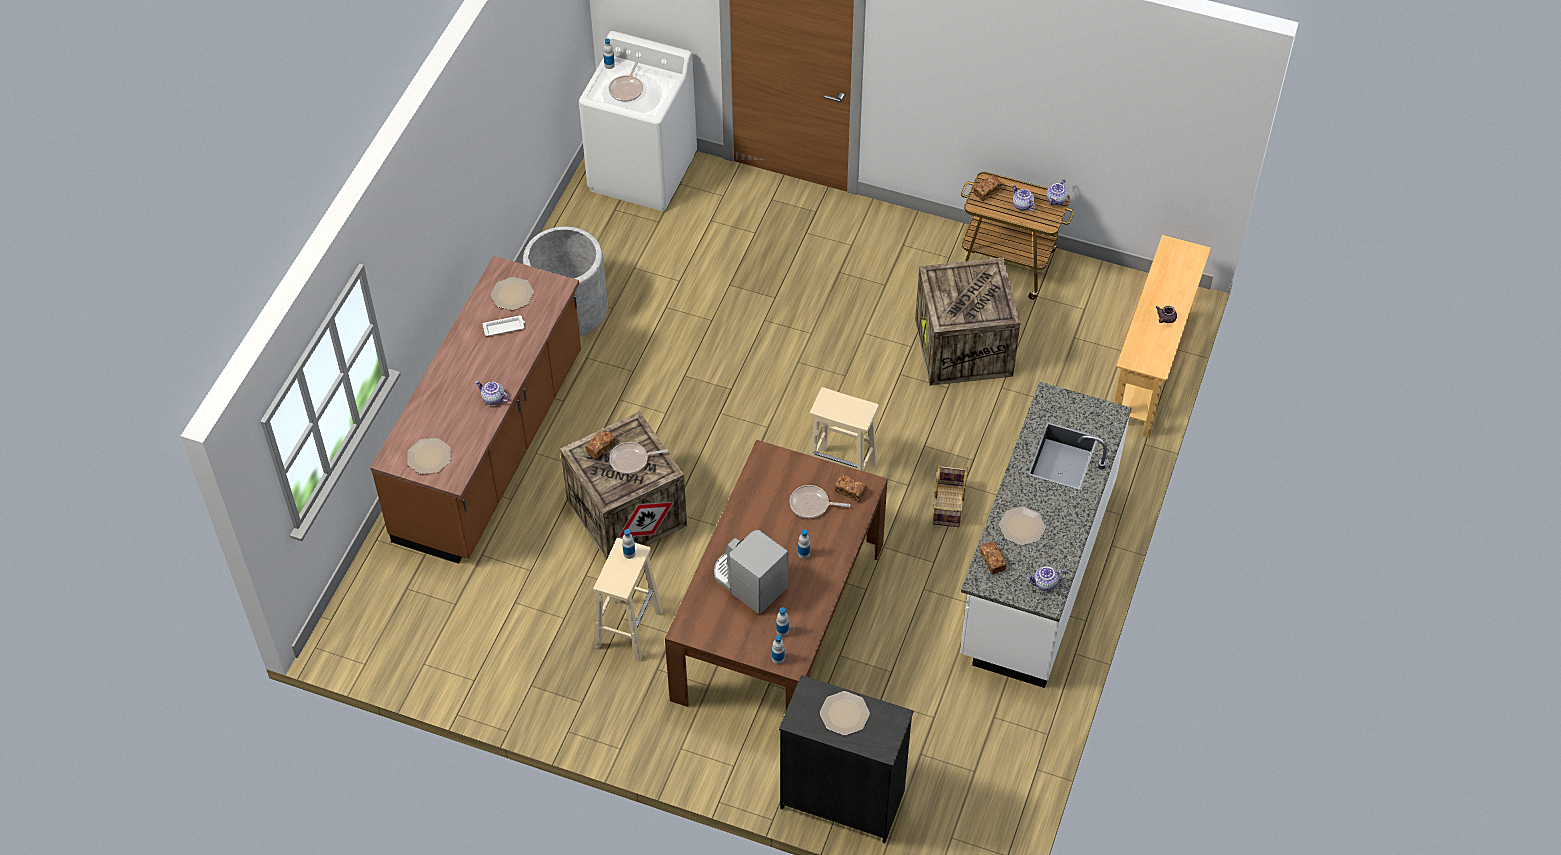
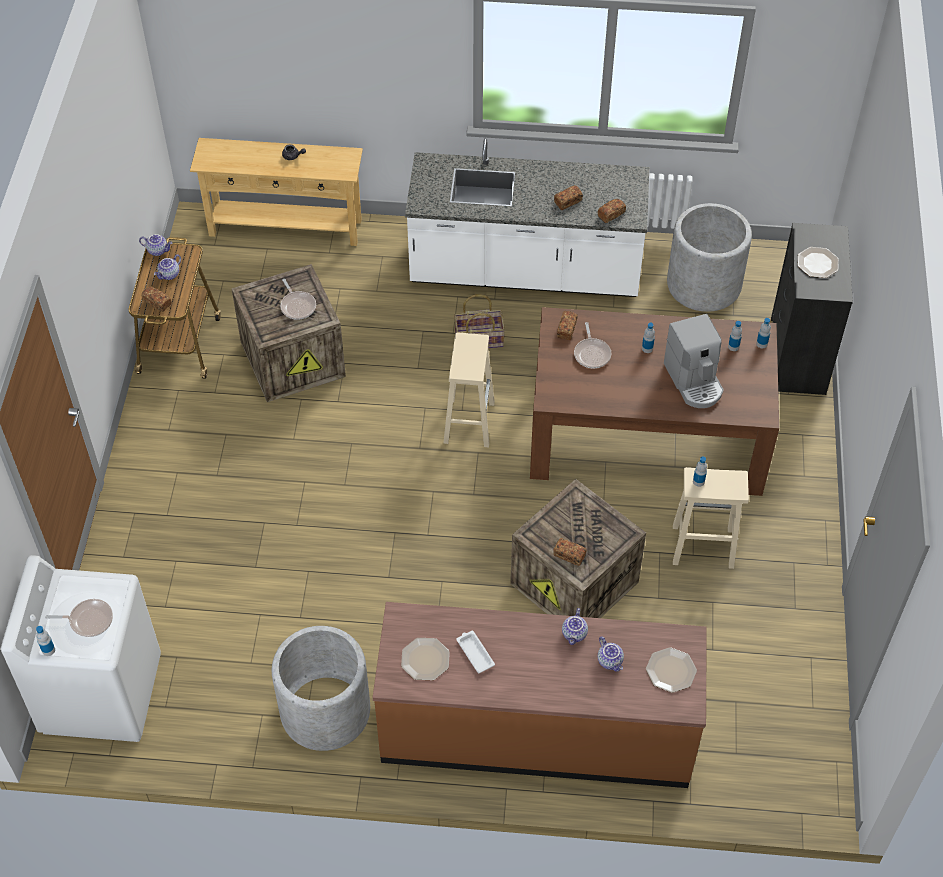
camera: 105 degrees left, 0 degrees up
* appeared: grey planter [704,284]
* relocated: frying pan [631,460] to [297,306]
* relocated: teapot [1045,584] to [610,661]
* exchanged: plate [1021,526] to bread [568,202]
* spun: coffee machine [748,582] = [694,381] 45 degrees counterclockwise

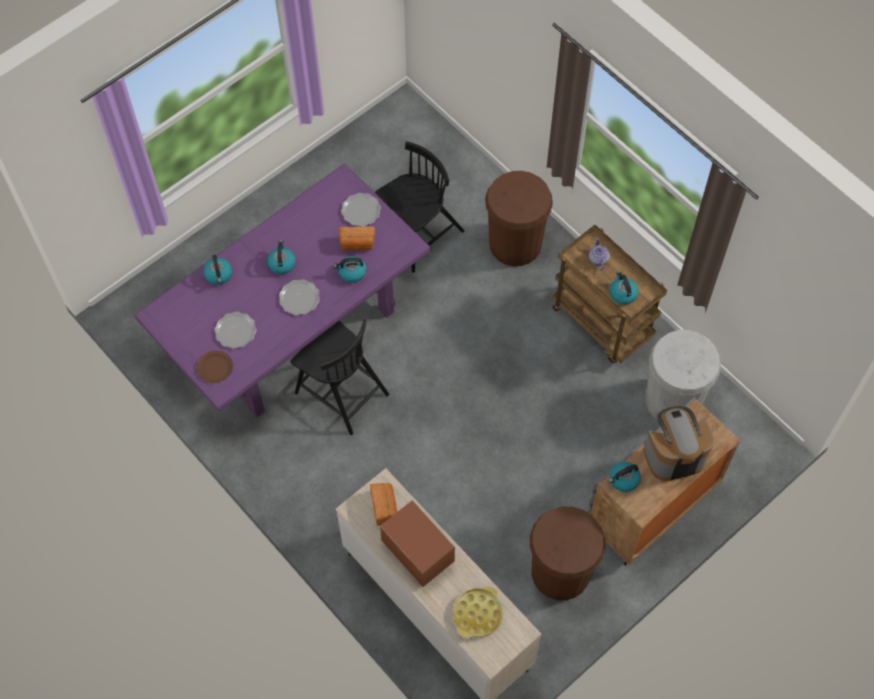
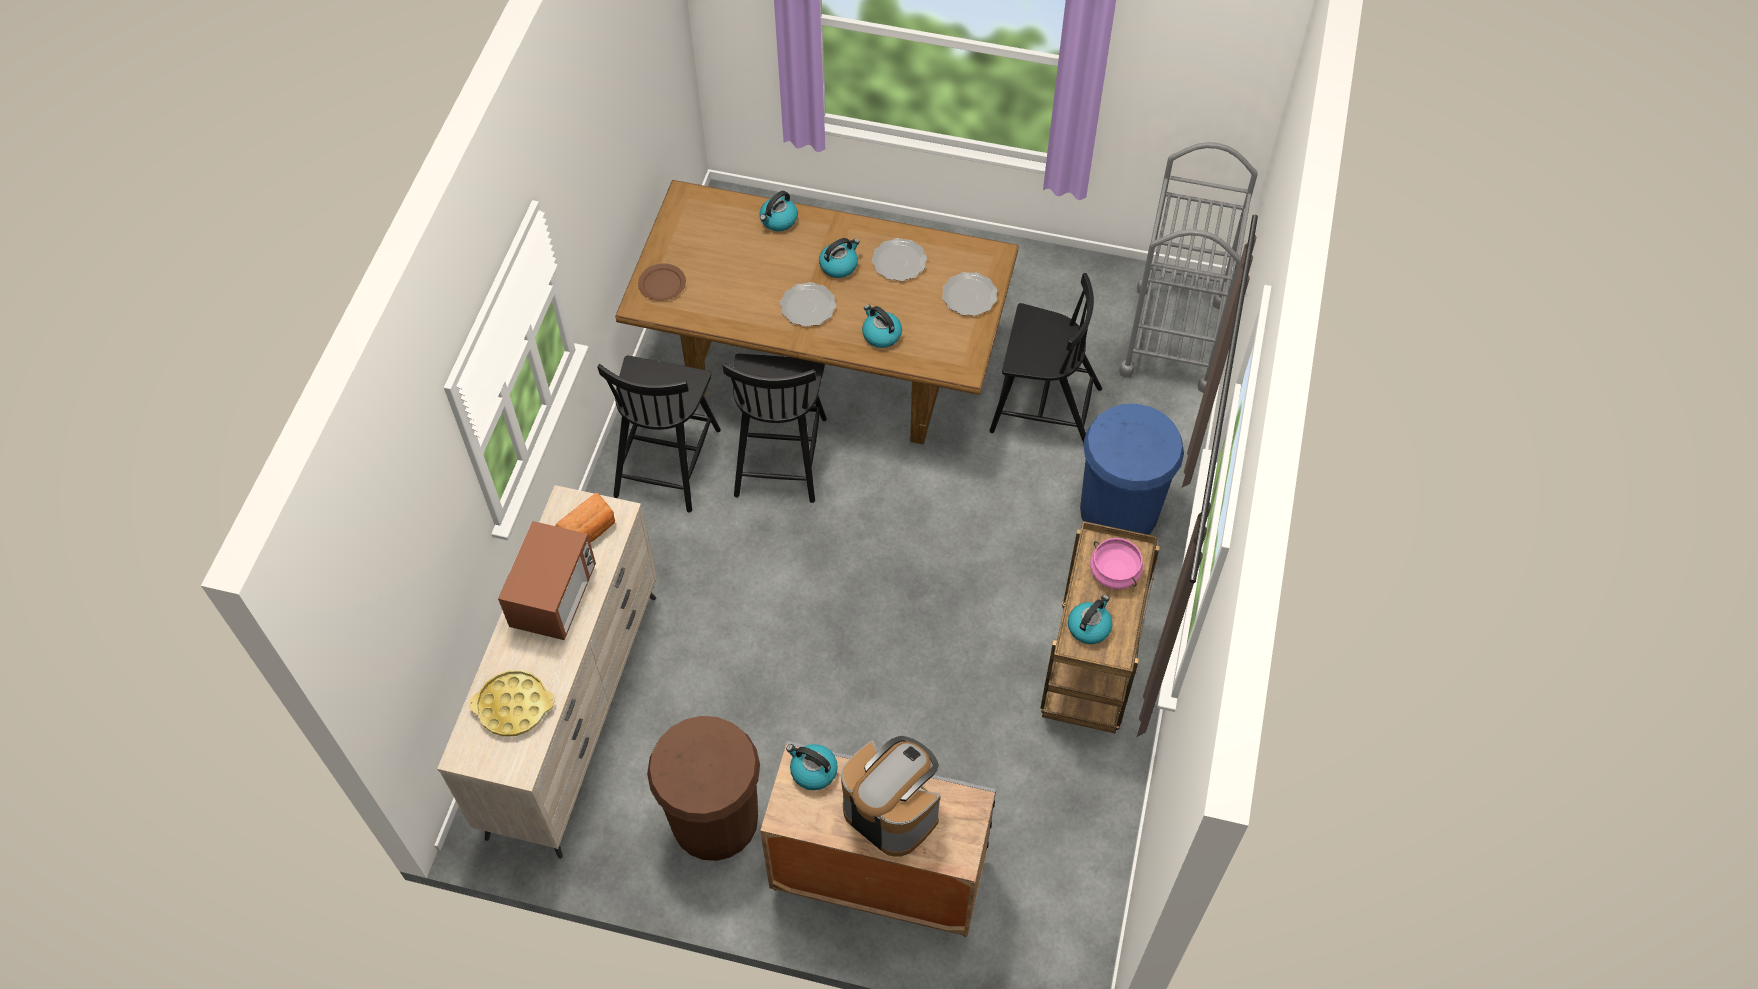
camera: 55 degrees right, 5 degrees down
* missing: bread [357,244]
* missing: white trash can [673,399]
* appeared: black chair [667,460]
* appeared: grey cart [1173,337]
* relocated: plate [235,331] to [898,261]
* exchanged: teapot [598,260] to pink cooking pot [1114,572]
* colour: purple dining table [293,327] to brown dining table [825,363]
* colour: brown trash can [515,243] to blue trash can [1118,511]

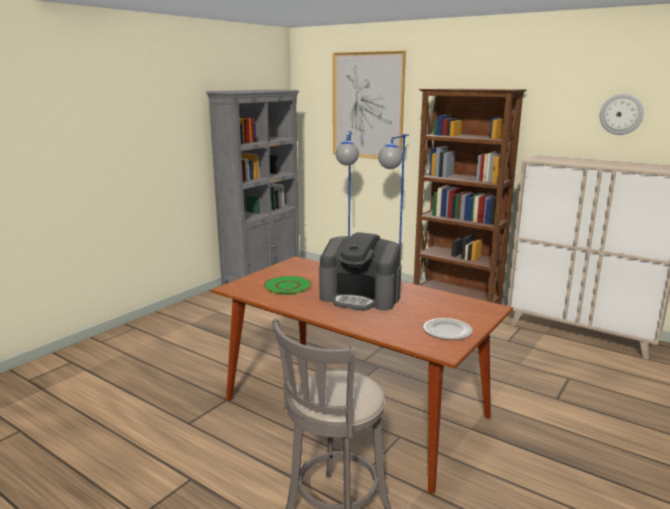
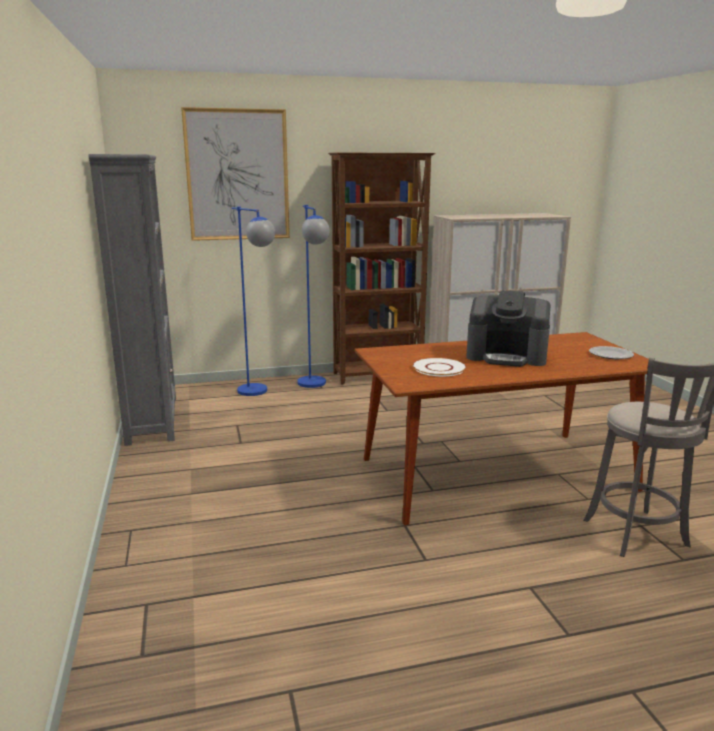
camera: 50 degrees left, 0 degrees up
* missing: wall clock [621,114]
* colour: green plate [287,286] to white plate [439,368]
* spun: coffee machine [360,297] = [507,356] 45 degrees clockwise

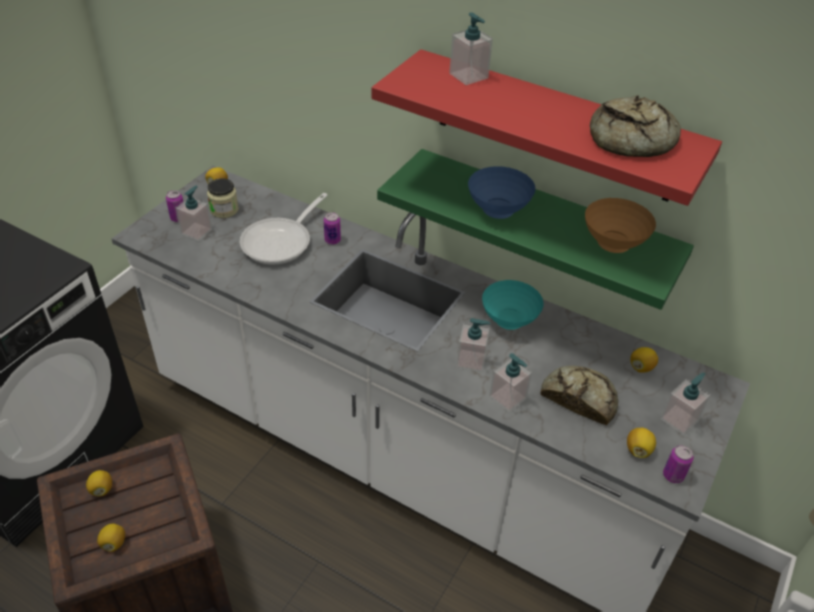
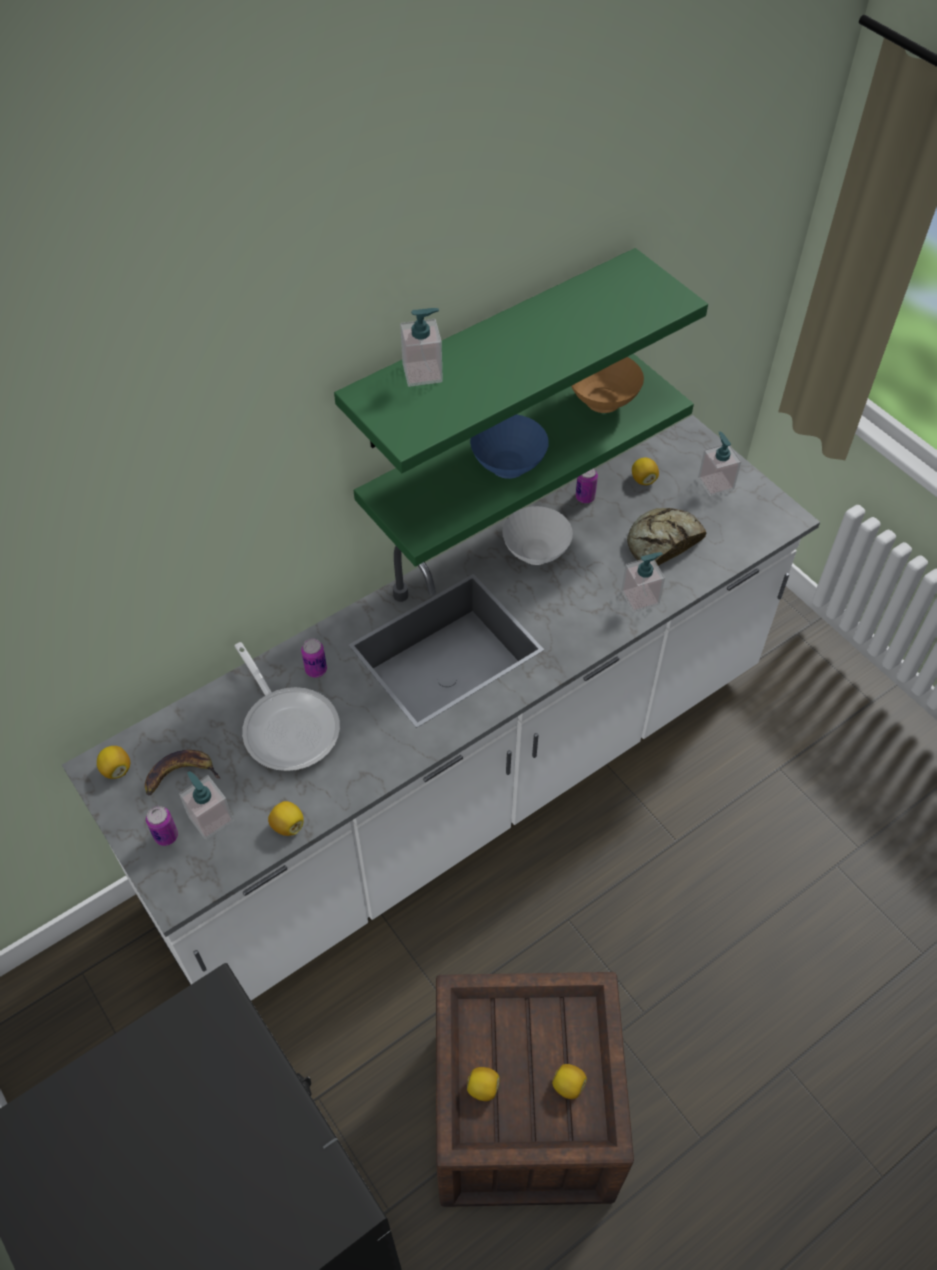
camera: 65 degrees left, 10 degrees up
* missing: soap dispenser [471,361]
* missing: bread [631,140]
* relocated: lemon [638,450] to [287,825]
* relocated: can [673,475] to [585,497]
* exchanged: jar [224,210] to banana [181,774]
* colour: red shelf [554,126] to green shelf [491,351]
* colour: turquoise bowl [508,321] to white bowl [536,555]

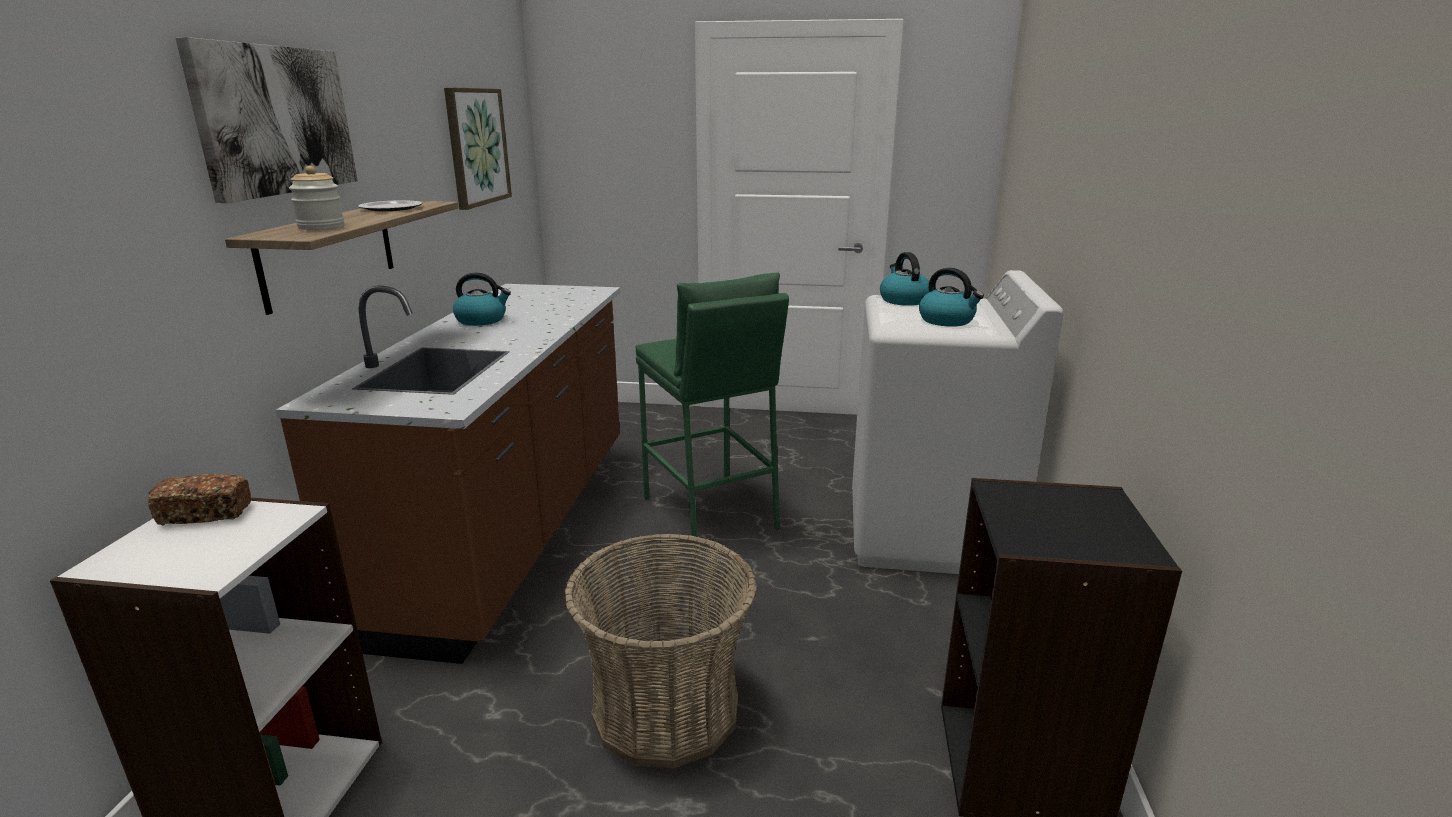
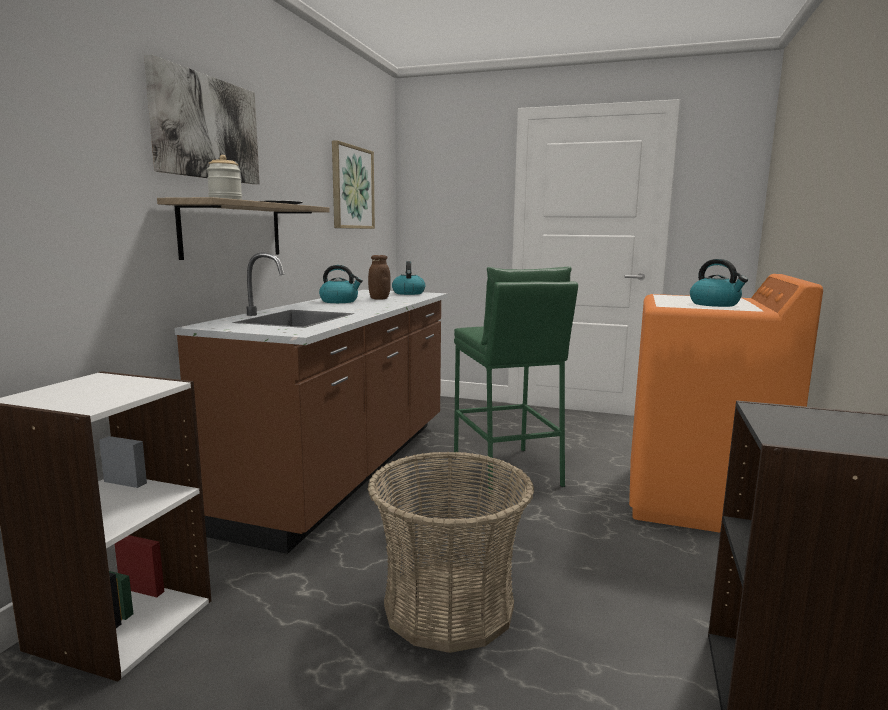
camera: 10 degrees right, 10 degrees down
* missing: bread [206,514]
* appeared: brown jar [379,298]
* relocated: kettle [903,300] to [408,293]
* colour: white washing machine [928,533] to orange washing machine [699,501]

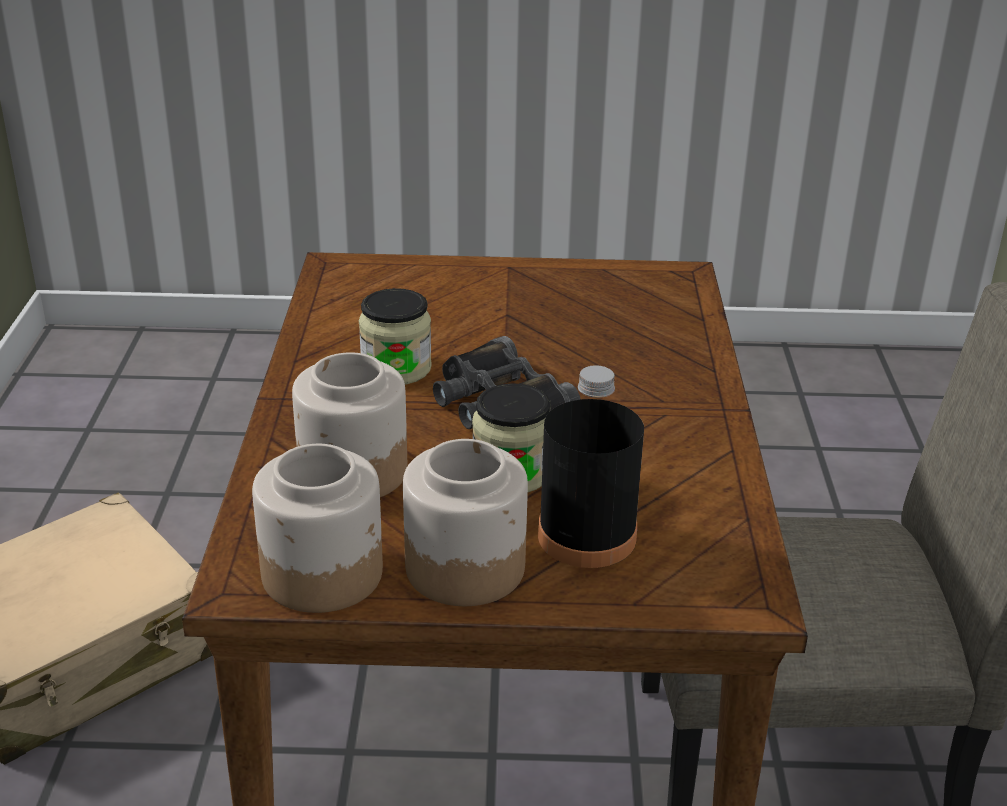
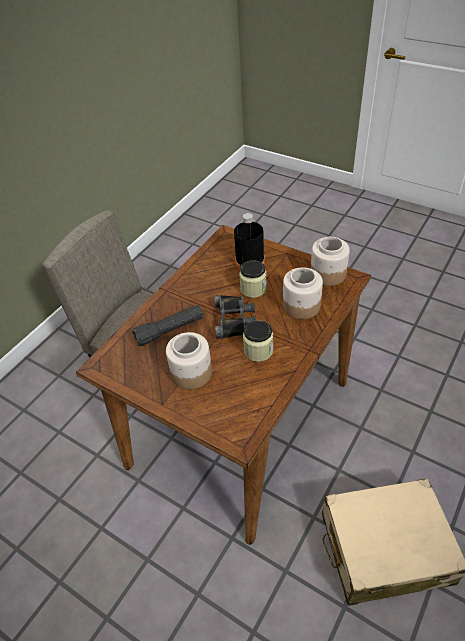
camera: 145 degrees left, 15 degrees up
* appeared: black flashlight [170,330]
* relocated: jar [465,567] to [191,373]

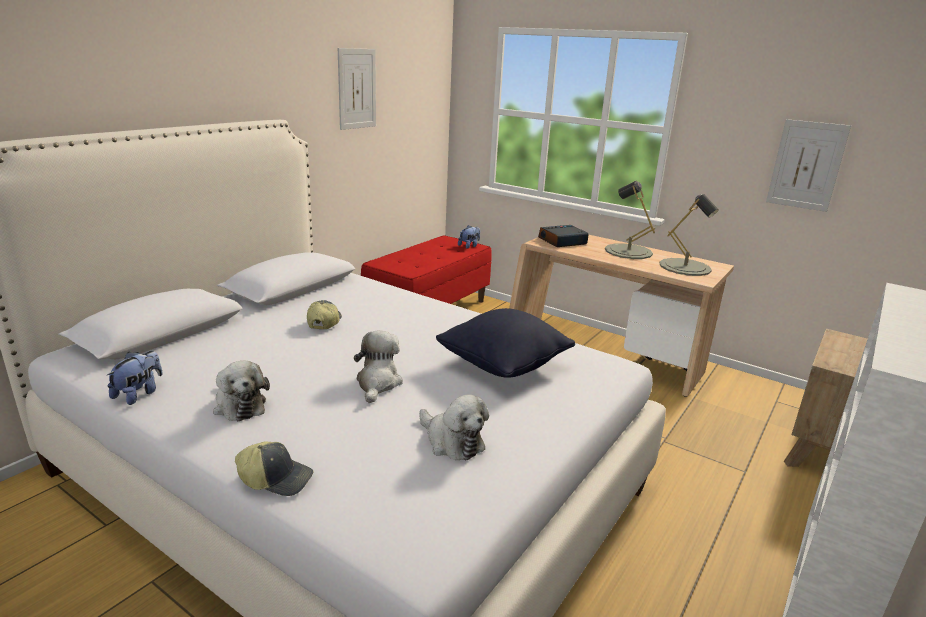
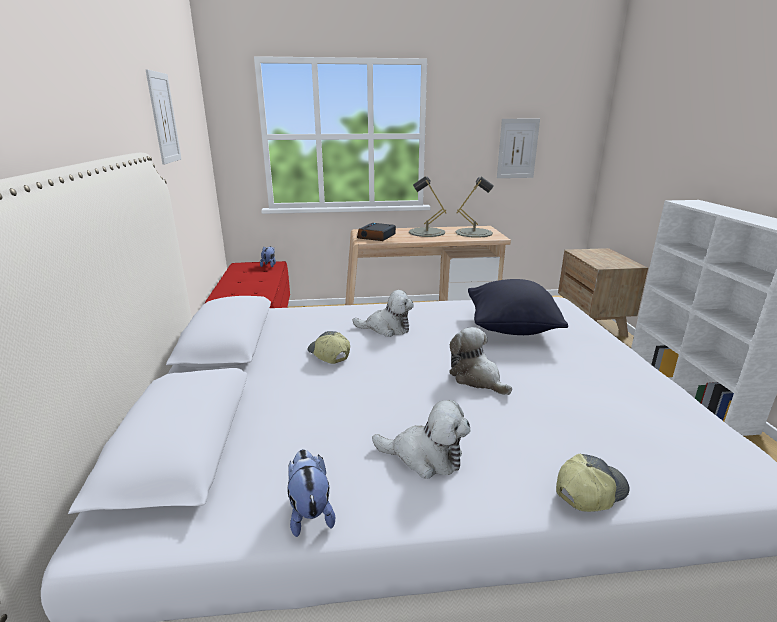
camera: 40 degrees left, 0 degrees up
* relocated: plush toy [452,441] to [387,328]

